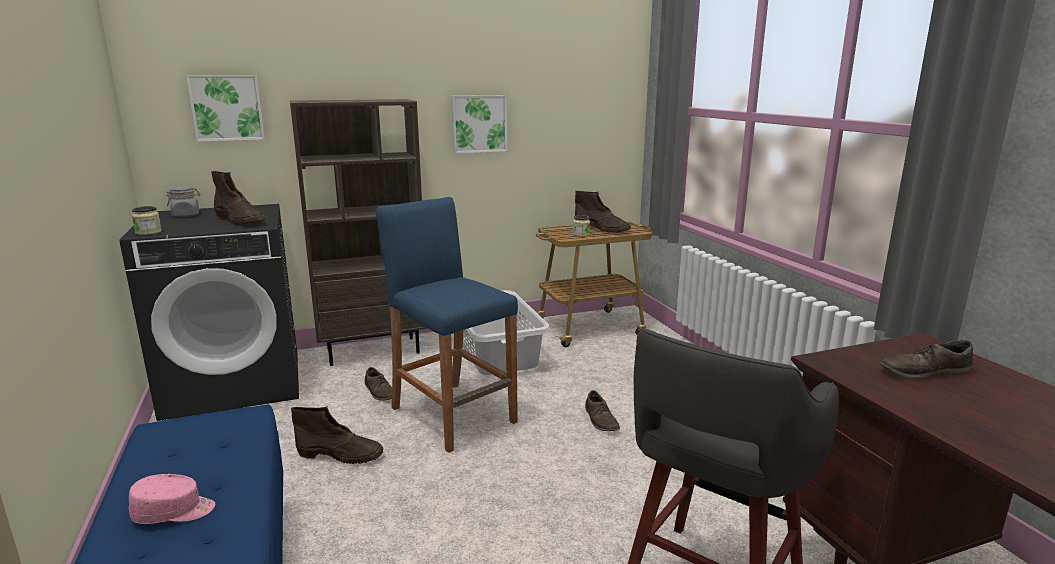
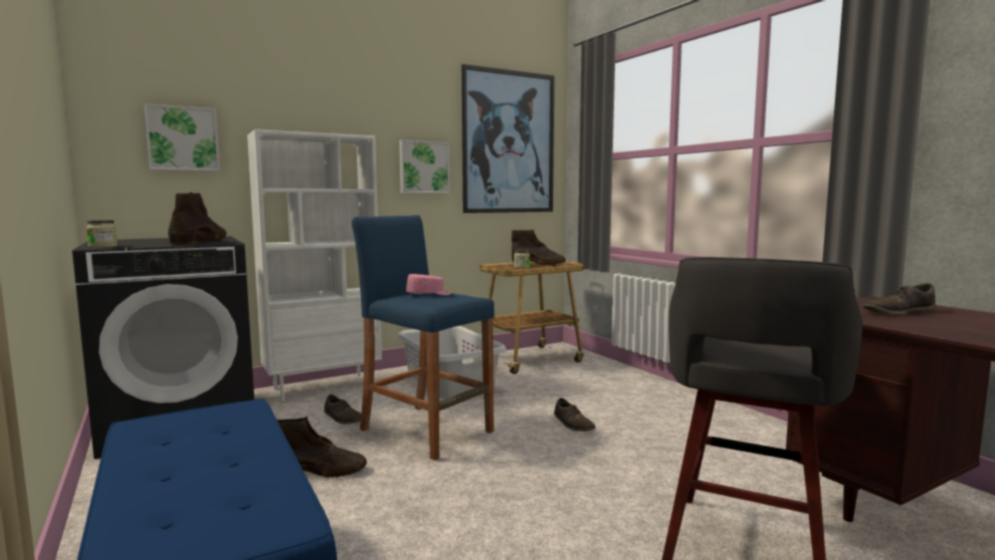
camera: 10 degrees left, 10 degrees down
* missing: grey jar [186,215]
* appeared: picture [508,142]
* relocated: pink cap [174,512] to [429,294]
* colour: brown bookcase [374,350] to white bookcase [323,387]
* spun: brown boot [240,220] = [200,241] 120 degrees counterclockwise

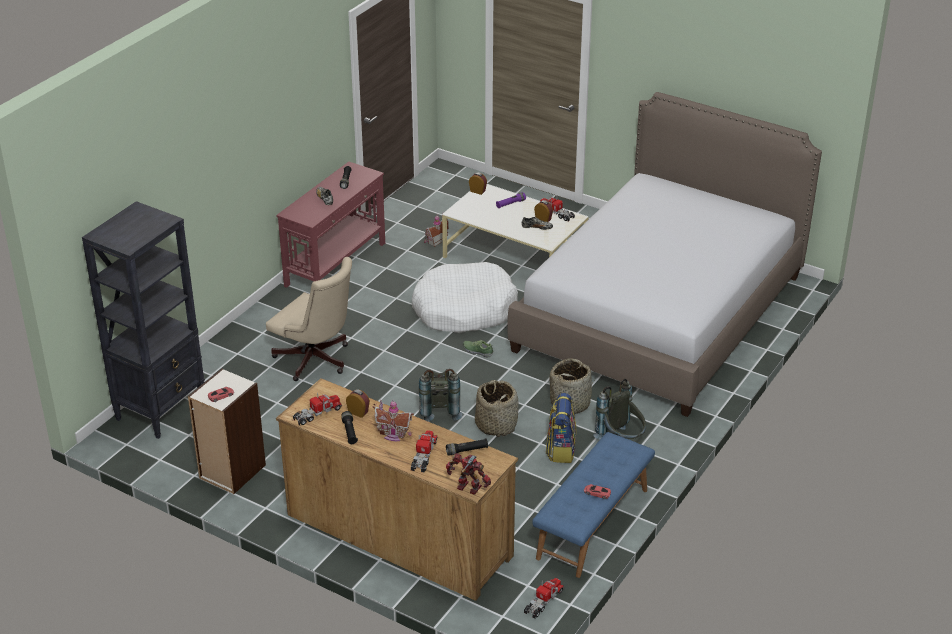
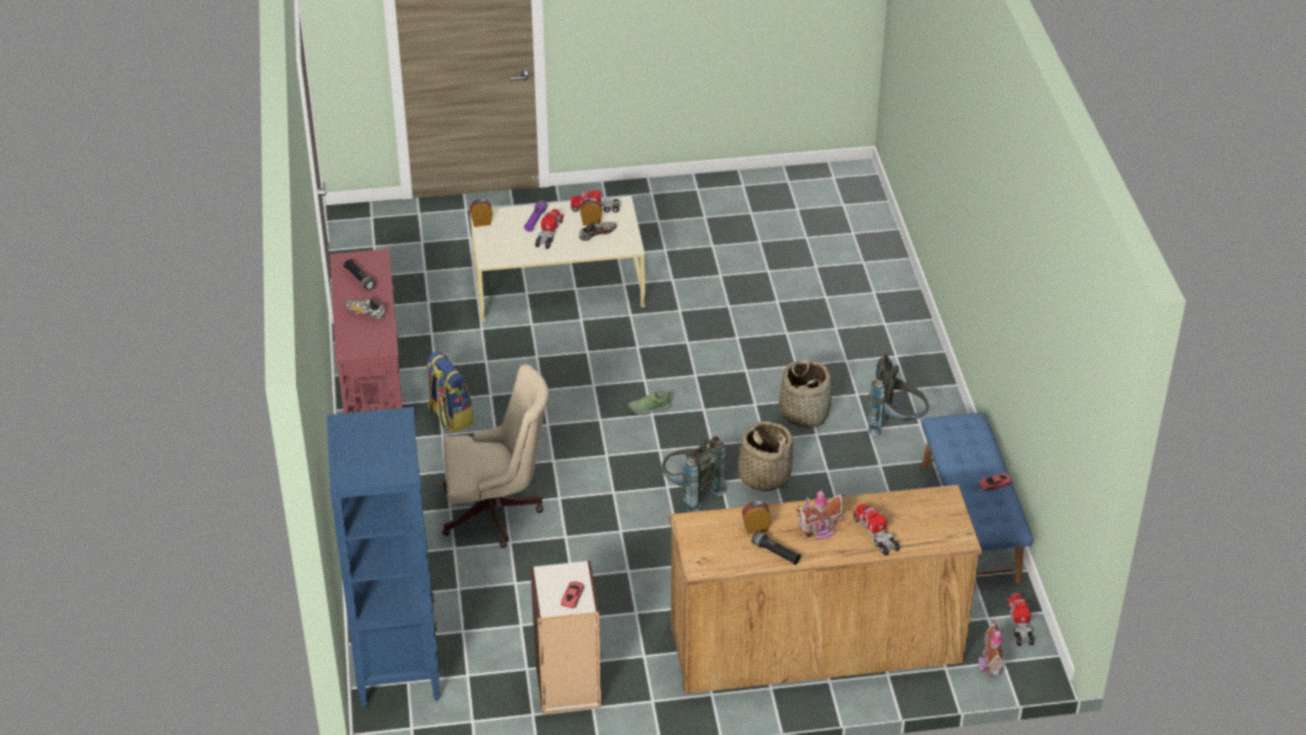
camera: 40 degrees left, 5 degrees up
* missing: white dog bed [464,309]
* missing: black flashlight [467,451]
* missing: toy robot [468,489]
* missing: bed [660,313]
* relocated: toy truck [317,414] to [549,233]
* relocated: toy house [435,241] to [989,664]
* relocated: backpack [560,449] to [449,416]
* colour: black bookcase [161,409] to blue bookcase [398,665]

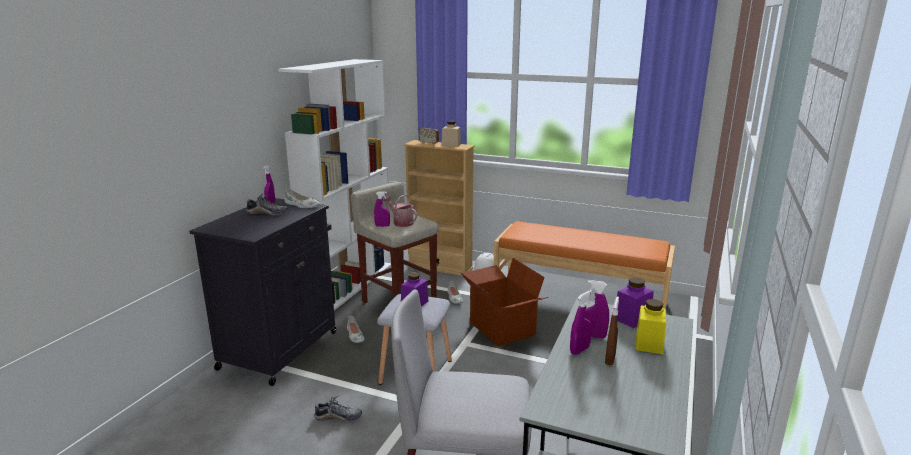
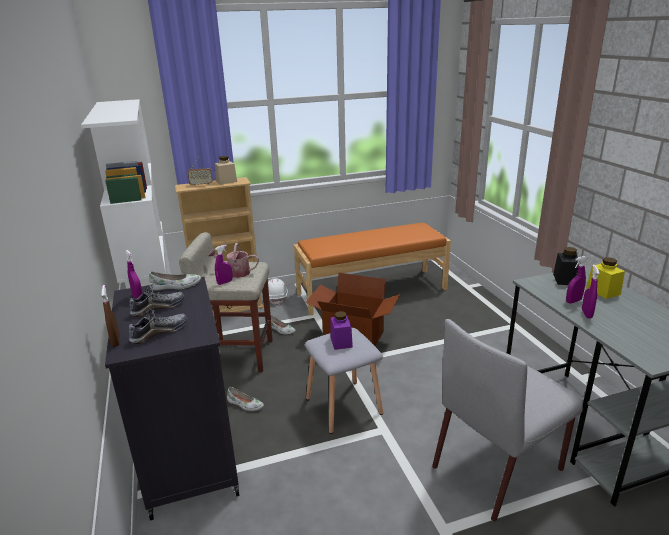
camera: 40 degrees left, 5 degrees up
* relocated: shoe [338,417] to [159,332]
* relocated: brown spray bottle [610,359] to [115,341]
* colour: purple jar [632,318] to black jar [565,279]

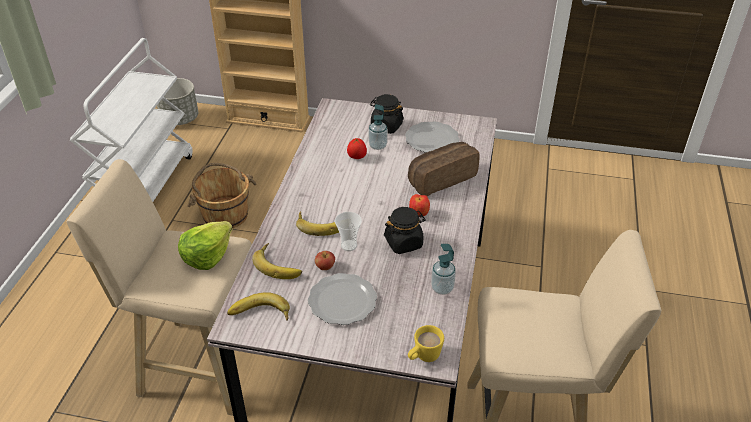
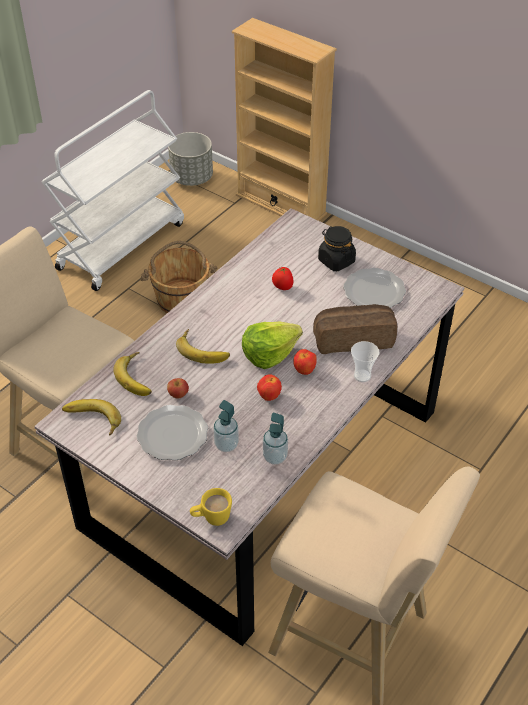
camera: 25 degrees right, 5 degrees up
* relocated: lettuce [207,256] to [269,354]
* relocated: cup [349,245] to [362,376]
* relocated: soap dispenser [378,146] to [226,444]
* exchanged: black jar [404,243] to apple [269,396]

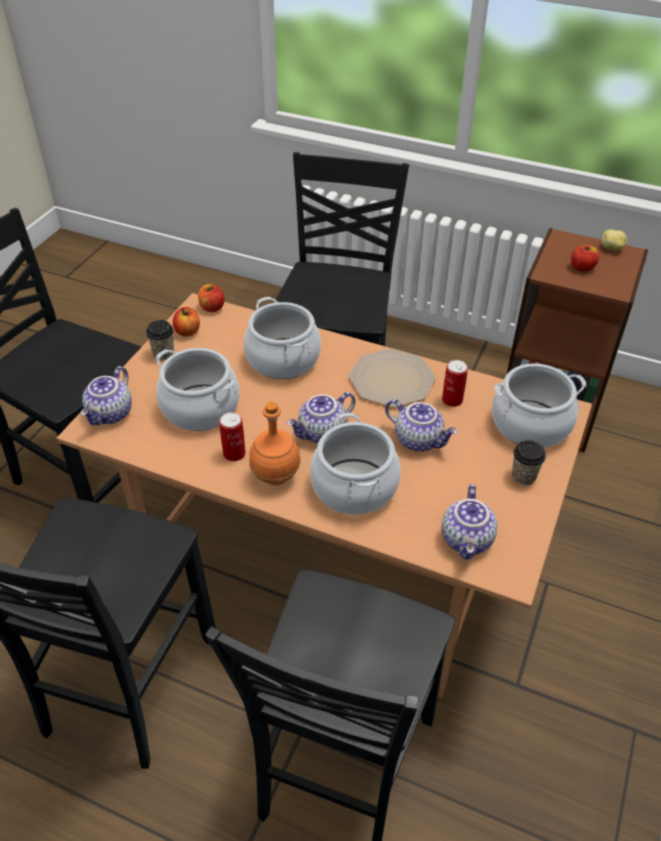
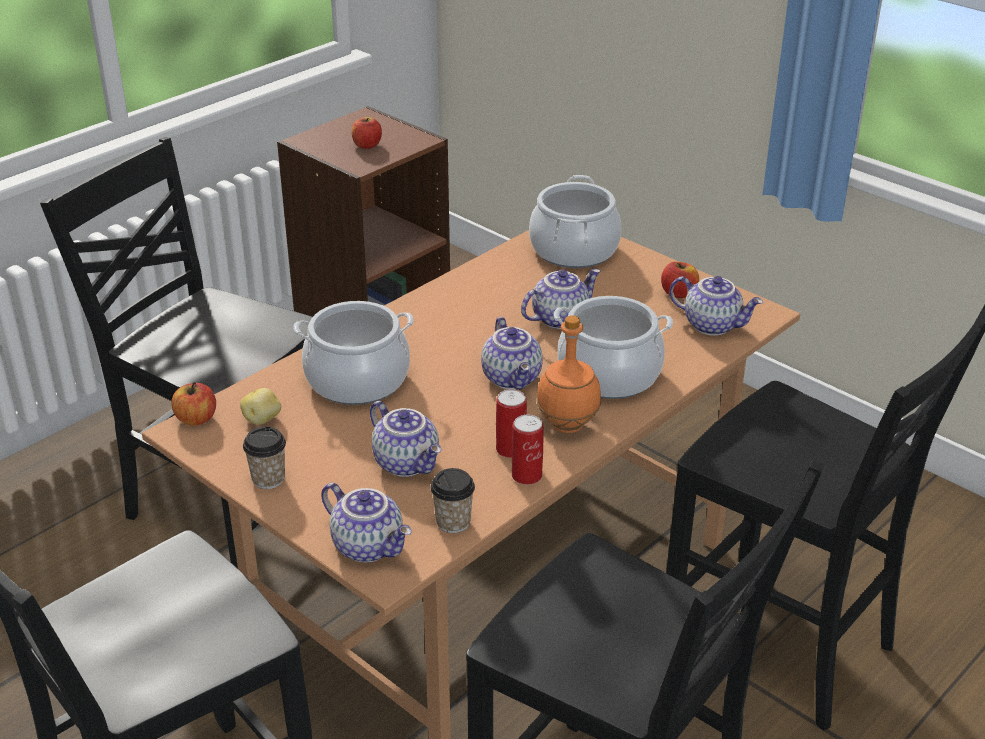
camera: 70 degrees left, 10 degrees down
* missing: plate [391,379]
* relocated: apple [187,331] to [678,293]
* relocated: can [452,400] to [526,475]
* relocated: cup [523,476] to [453,522]
* relocated: potato [611,248] to [262,419]
* exchanged: cooking pot [200,407] to teapot [408,463]

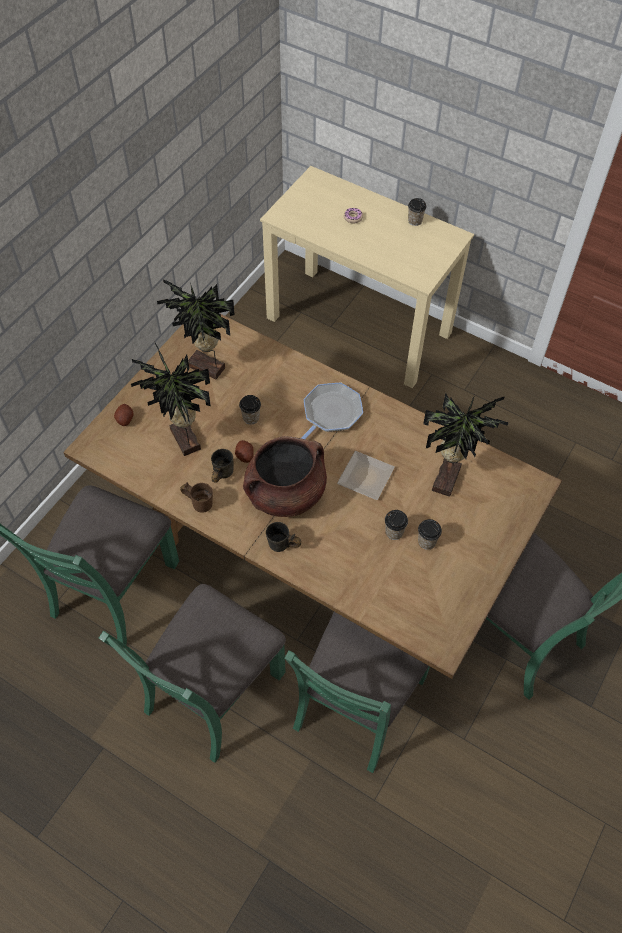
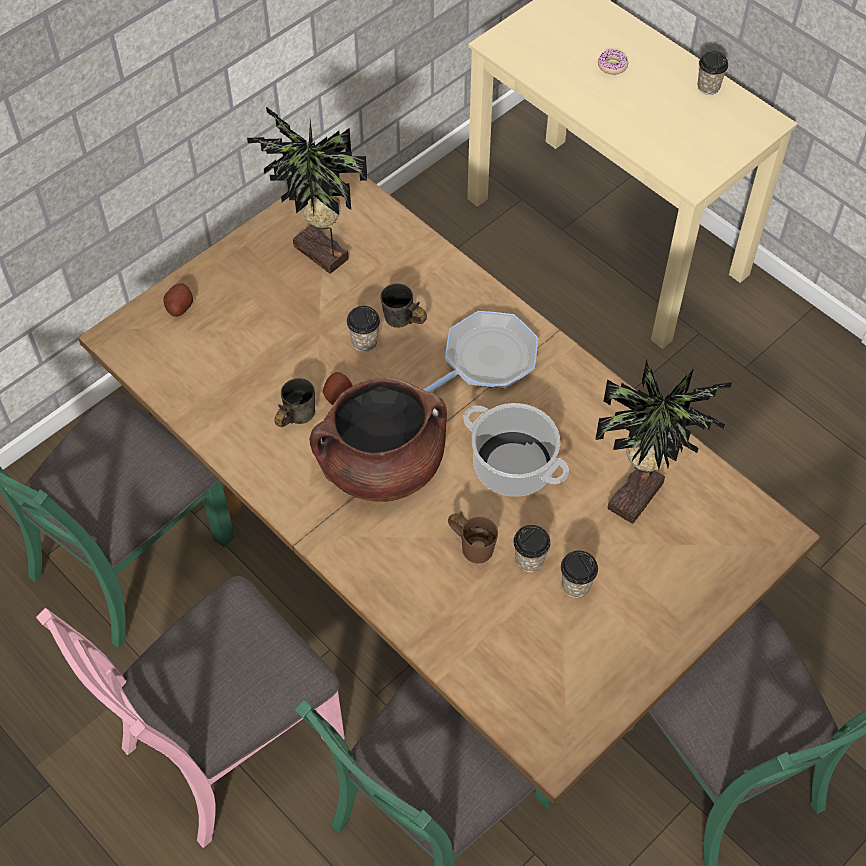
camera: 15 degrees right, 0 degrees up
* missing: potted plant [183,441]
* relocated: brown mug [200,501] to [474,544]
* relocated: grey mug [282,547] to [402,323]
* exchanged: plate [367,476] to cooking pot [514,466]
* colour: green chair [212,692] to pink chair [229,742]

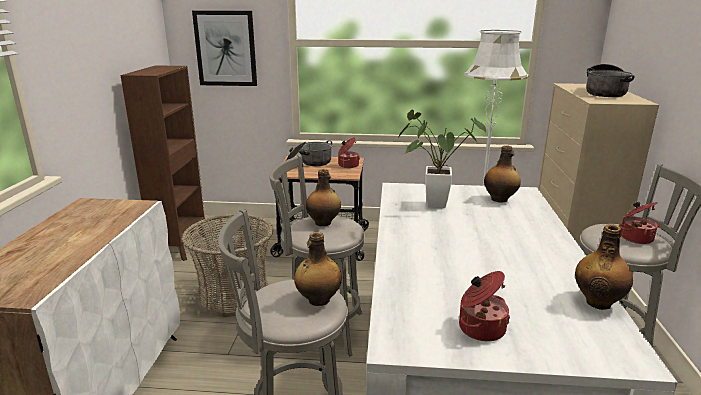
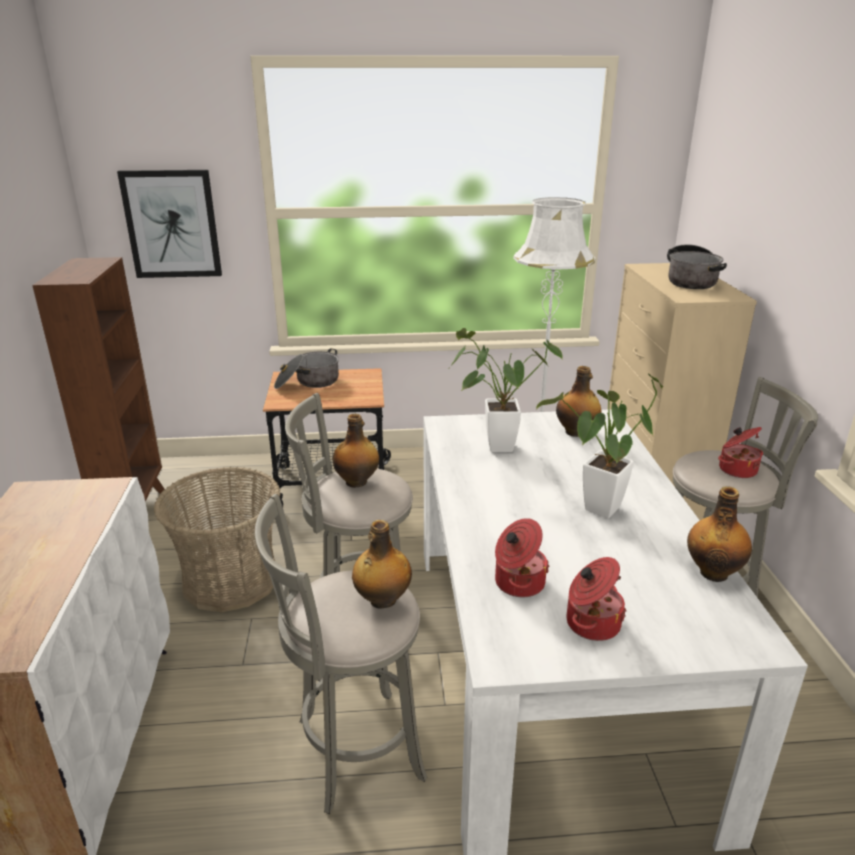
camera: 10 degrees left, 5 degrees up
* appeared: potted plant [598,512]
* relocated: cooking pot [347,165] to [518,582]

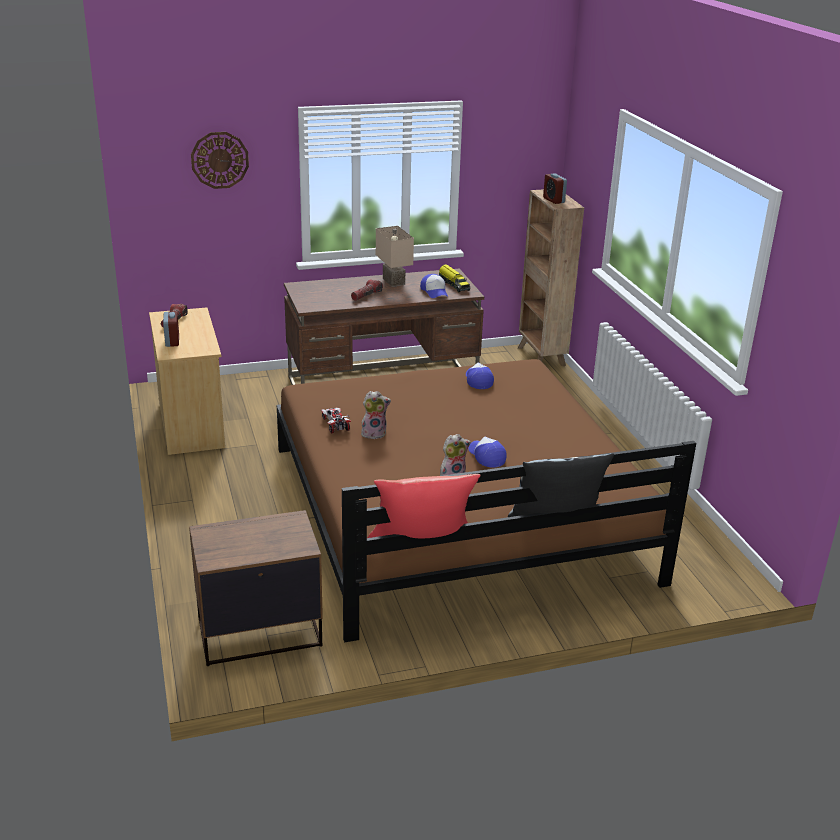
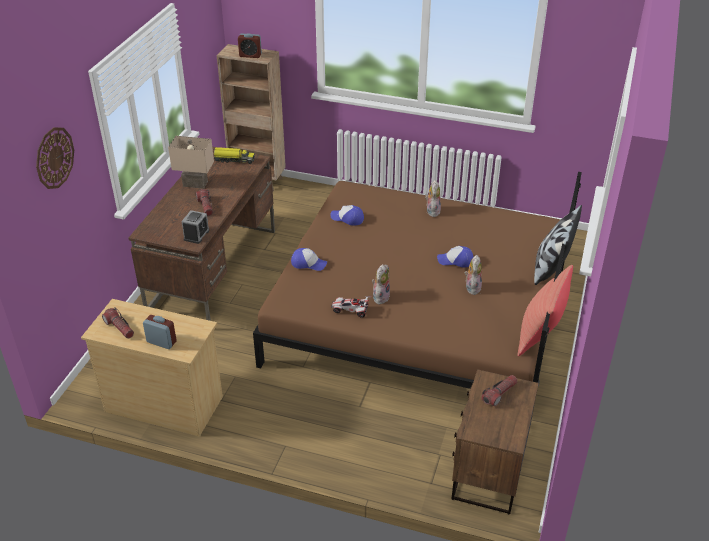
camera: 55 degrees left, 10 degrees up
* appeared: alarm clock [196,235]
* appeared: plush toy [432,211]
* appeared: flashlight [499,394]
* relocated: cap [434,291] to [308,263]

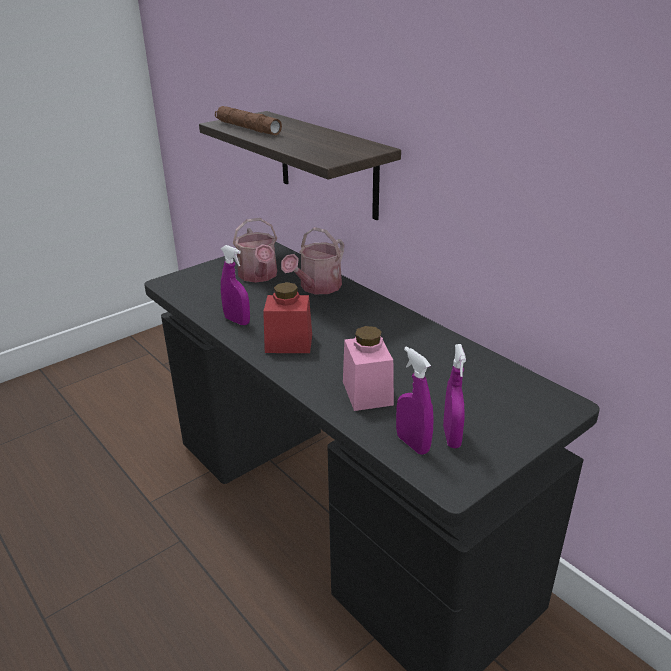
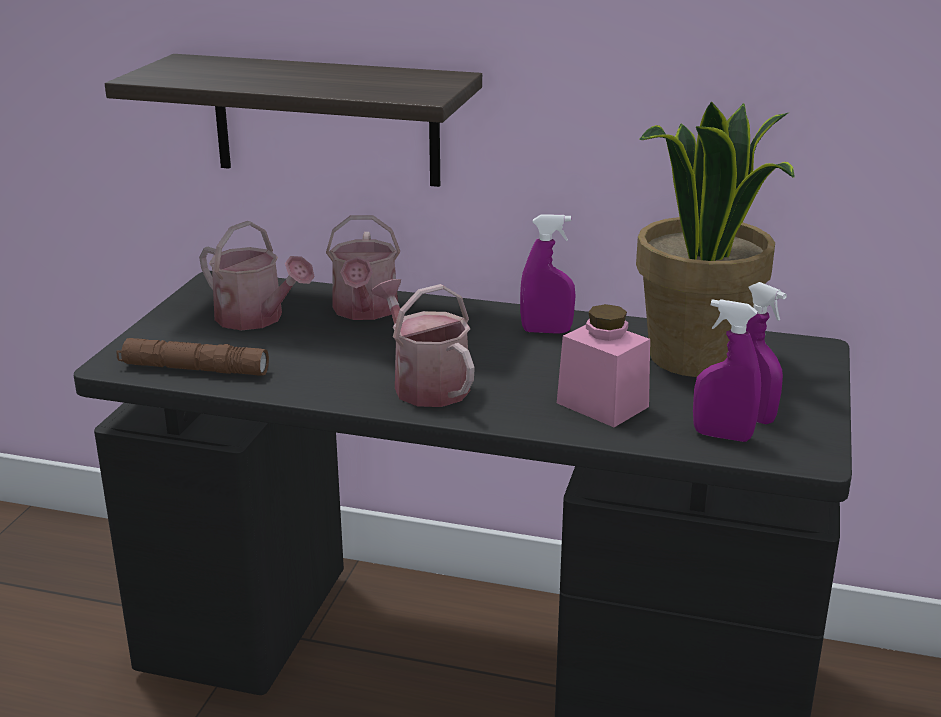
camera: 35 degrees left, 5 degrees down
* appeared: potted plant [696,358]
* relocated: brown flashlight [248,128] to [194,369]
* relocated: purple spray bottle [237,321] to [546,331]
* exchanged: red jar [289,343] to watering can [425,384]

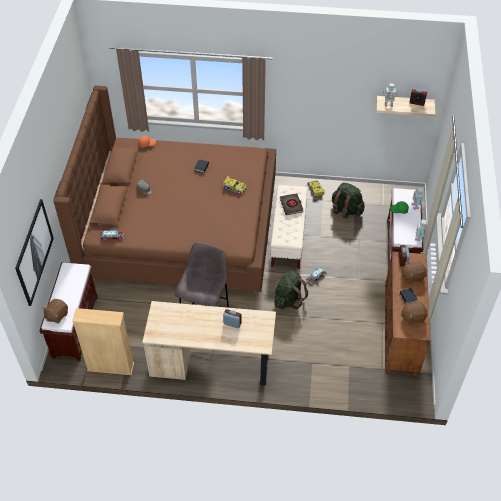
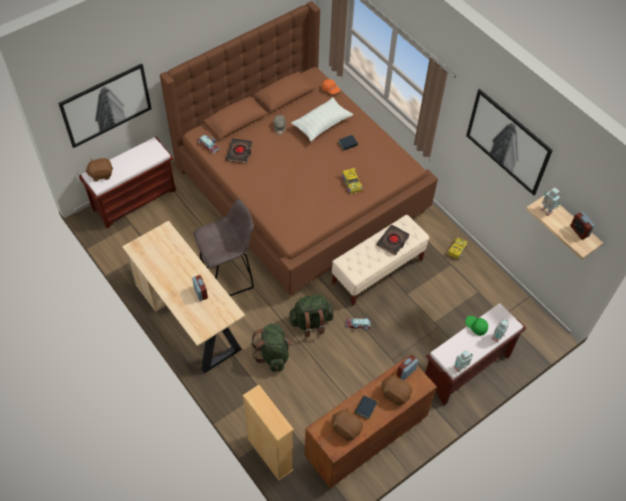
camera: 45 degrees right, 5 degrees up
* appeared: black book [239,152]
* appeared: pillow [322,124]
* appeared: picture [507,142]
* relocated: beige bookcase [110,367] to [270,454]
* relocated: green backpack [346,210] to [273,354]

